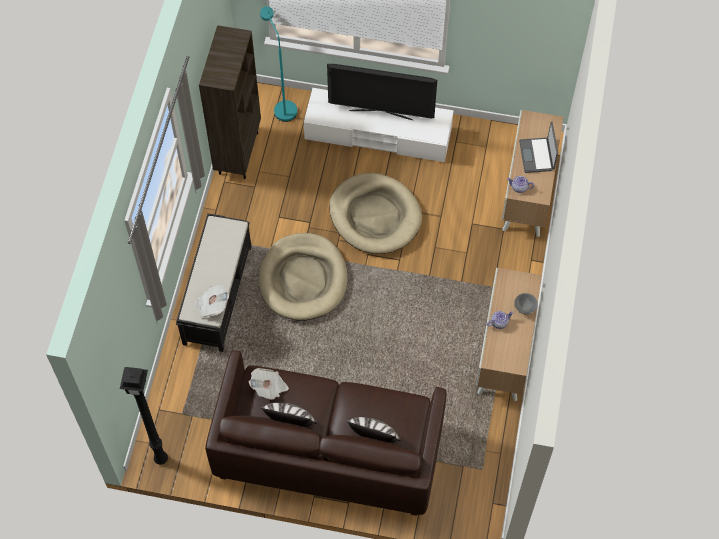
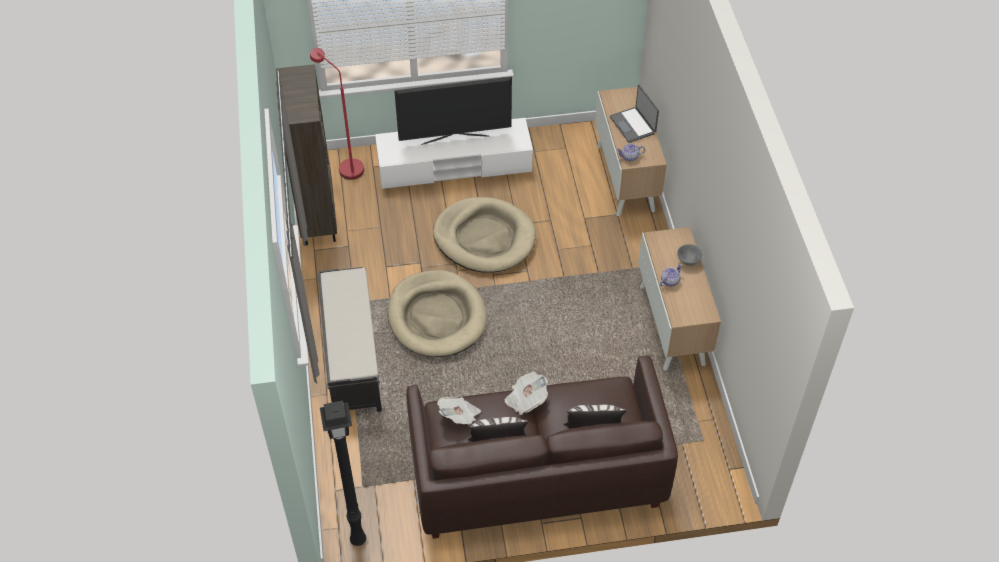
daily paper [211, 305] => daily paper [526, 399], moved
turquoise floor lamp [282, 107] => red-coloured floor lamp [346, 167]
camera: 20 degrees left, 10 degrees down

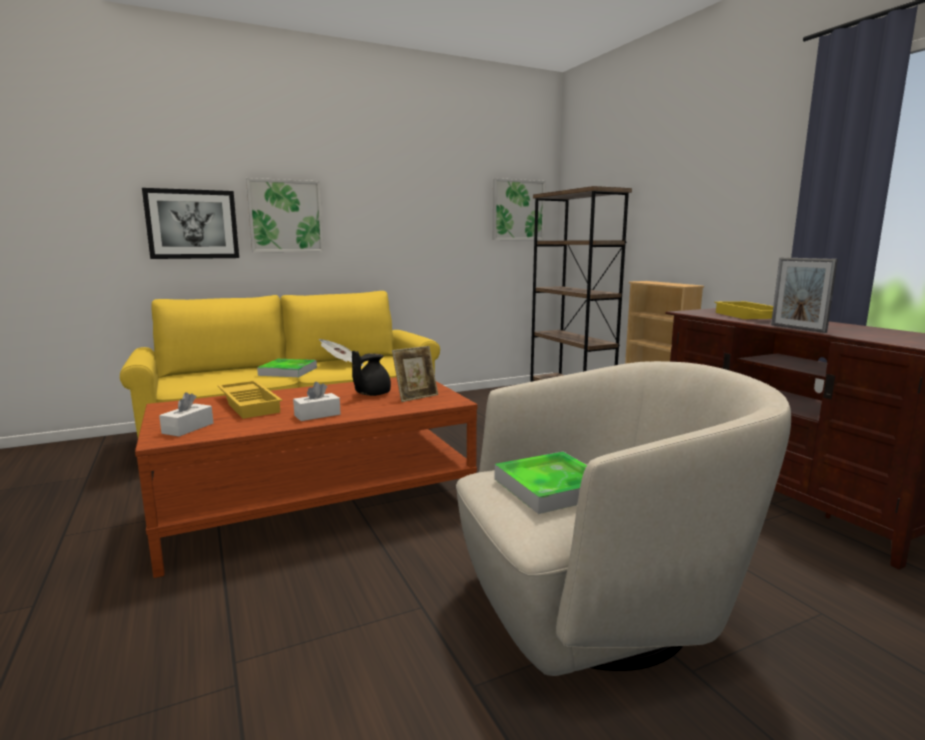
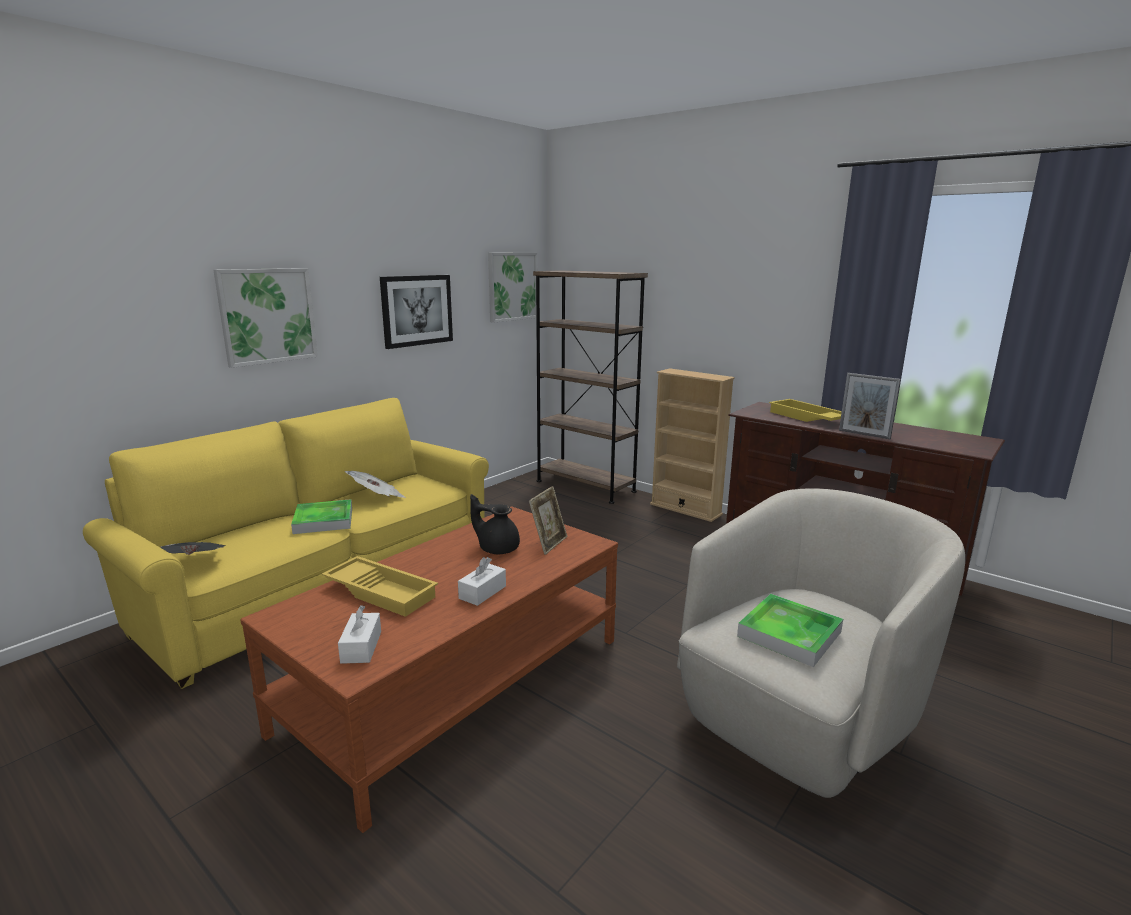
picture [192, 224] => picture [417, 310], moved
black pot for tea [371, 394] => black pot for tea [497, 548], 105 degrees clockwise
nothing => daily paper [193, 564]
camera: 25 degrees left, 5 degrees up

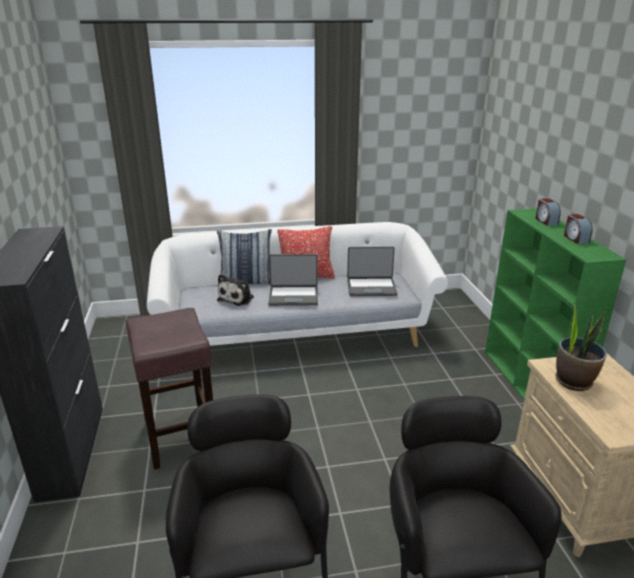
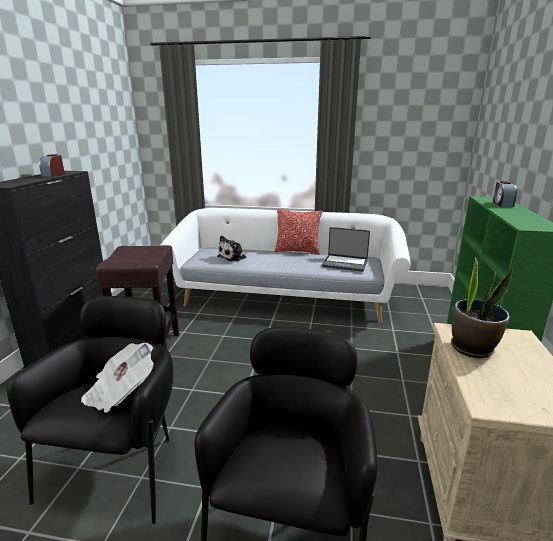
throw pillow [246, 281] => nothing
laptop [293, 296] => nothing
table clock [575, 239] => table clock [53, 175], moved
nothing => daily paper [120, 392]
camera: 20 degrees right, 5 degrees down

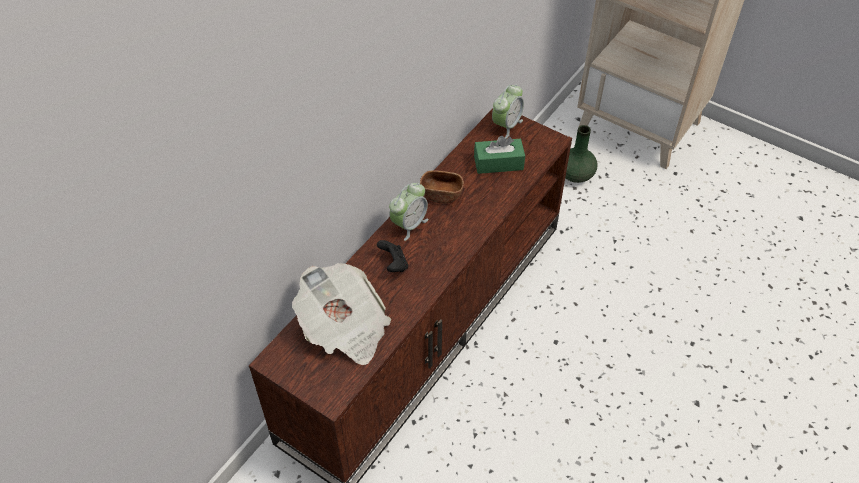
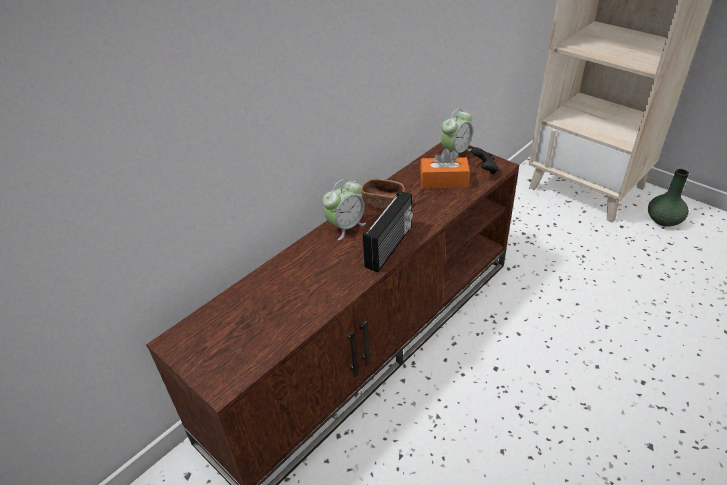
daily paper [344, 328] => nothing
black joypad [394, 264] => black joypad [485, 170], moved
greenish tissue holder [498, 163] => orange-coloured tissue holder [443, 181]
greenish flower vase [576, 174] => greenish flower vase [664, 220], moved
nothing => radio receiver [390, 247]
camera: 10 degrees right, 10 degrees down

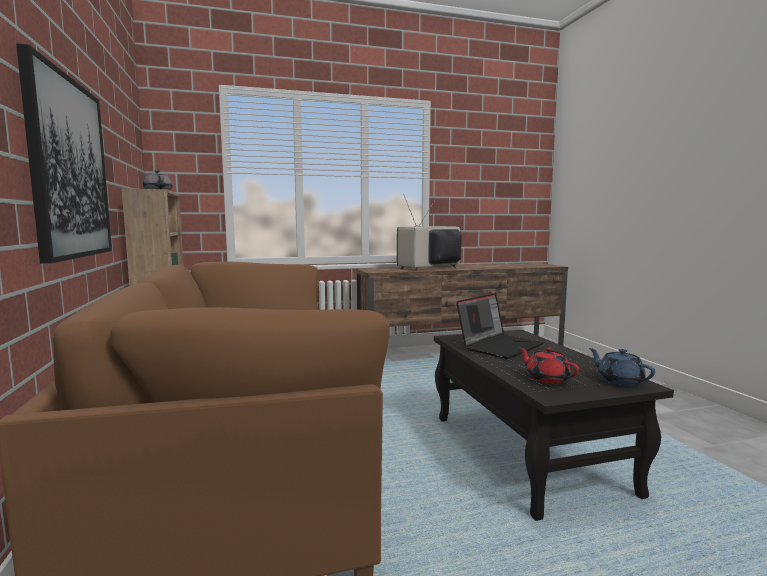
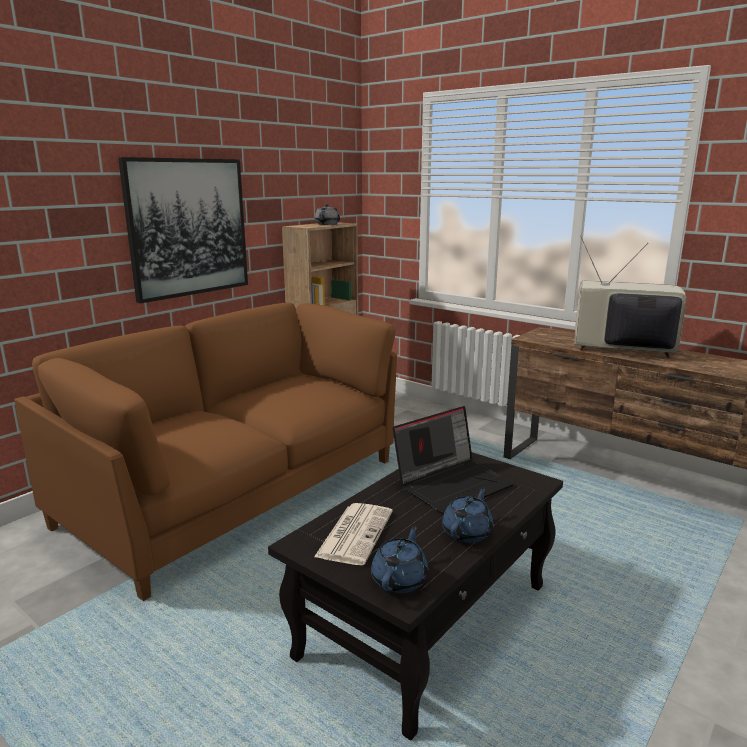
laptop [499, 346] => laptop [453, 484], 45 degrees counterclockwise
red-coloured pot for tea [546, 379] => daily paper [355, 533]
nothing => bluish pot for tea [467, 532]
camera: 55 degrees right, 10 degrees up

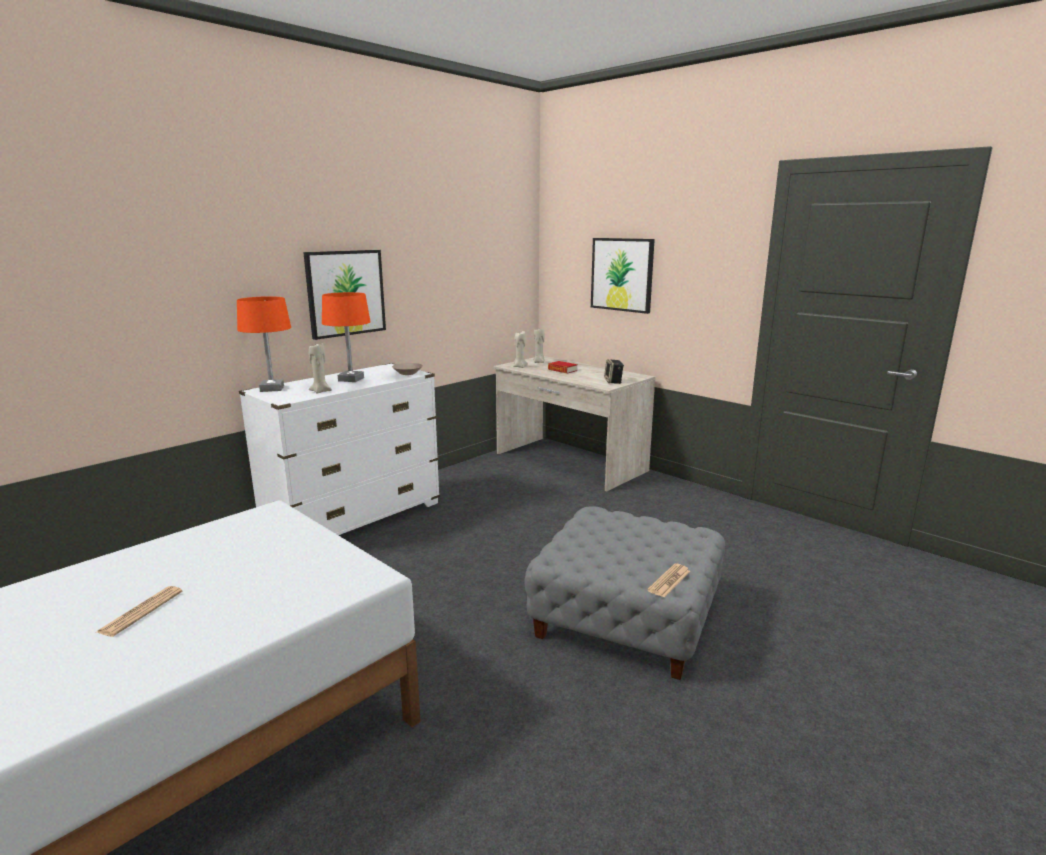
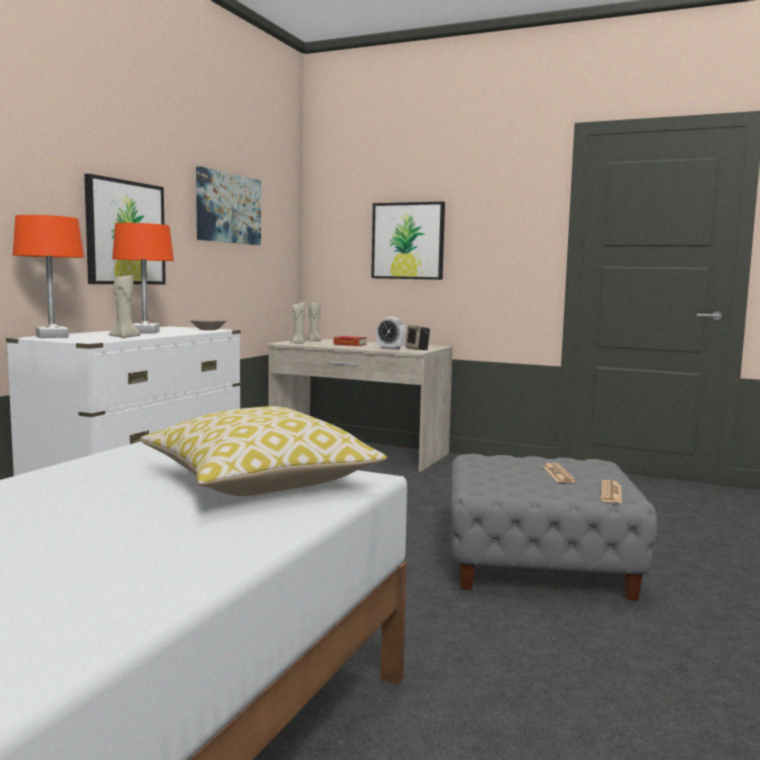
daily paper [141, 611] => daily paper [558, 474], moved
nothing => throw pillow [258, 482]
nothing => picture [228, 208]
nothing => table clock [390, 349]
camera: 20 degrees left, 10 degrees down

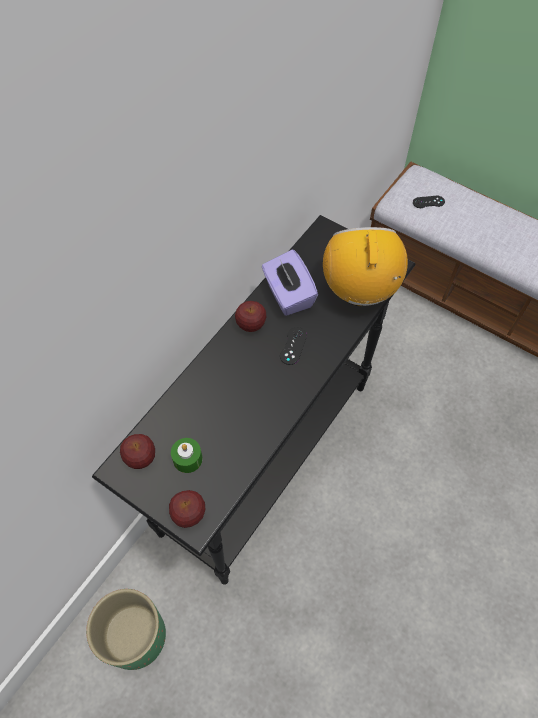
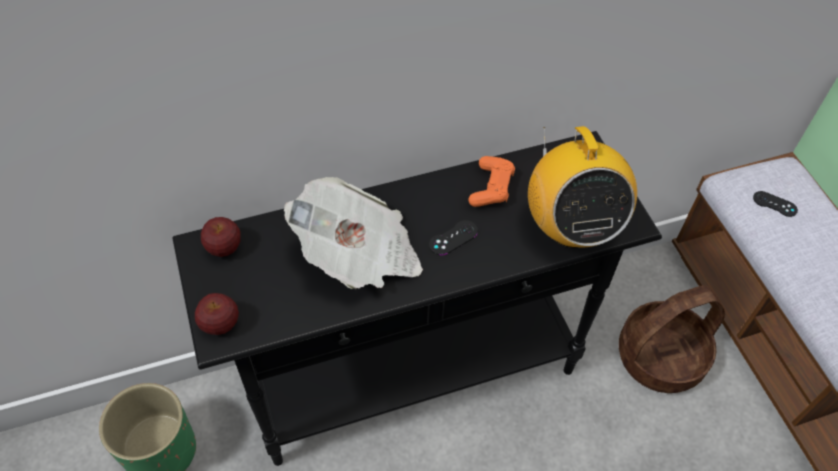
greenish wax light [187, 459] => nothing
whole apple [251, 324] => nothing
purple-coloured tissue holder [288, 295] => orange-coloured joypad [491, 187]
radio receiver [359, 291] => radio receiver [571, 227], 135 degrees clockwise
nothing => daily paper [359, 255]
nothing => household basket [660, 356]
camera: 35 degrees right, 5 degrees down

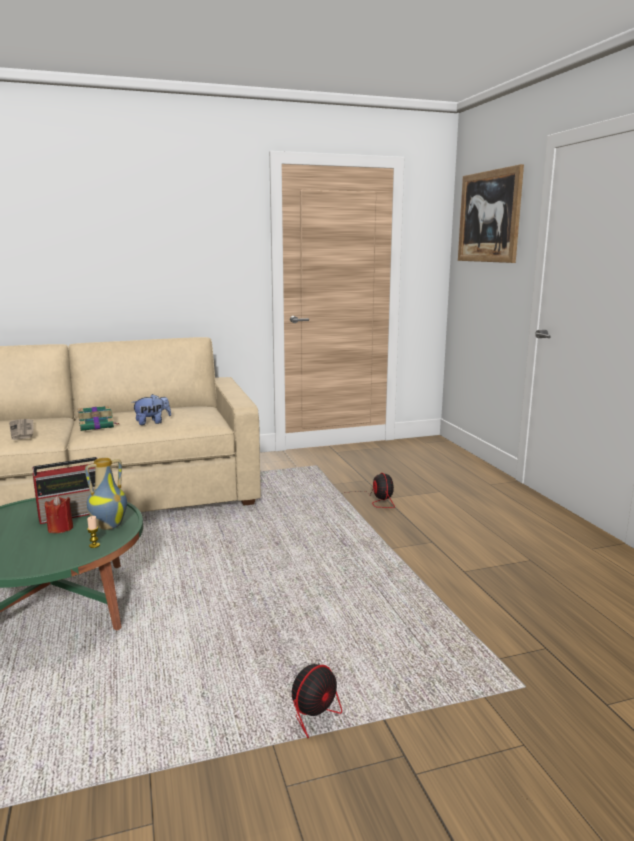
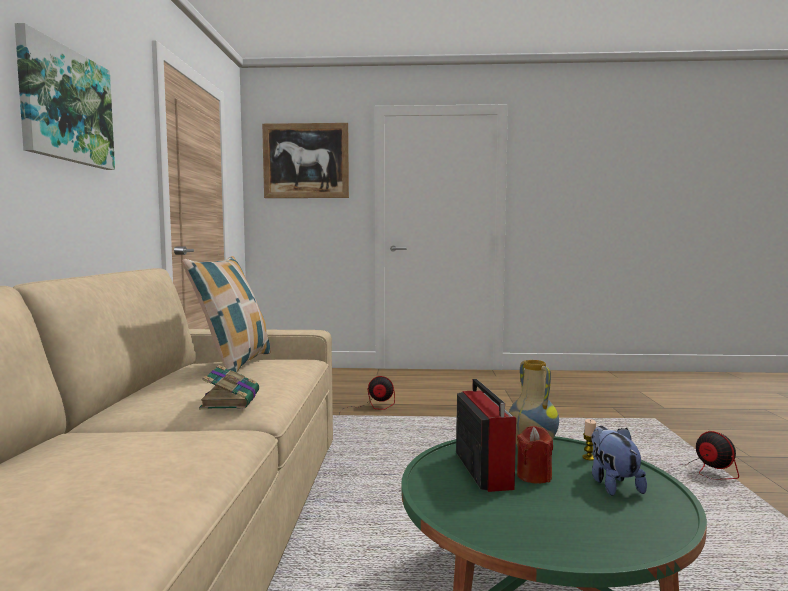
daily paper [23, 430] => nothing
plush toy [152, 422] => plush toy [612, 484], moved
nothing => picture [65, 106]
nothing => throw pillow [234, 365]
camera: 70 degrees left, 10 degrees down

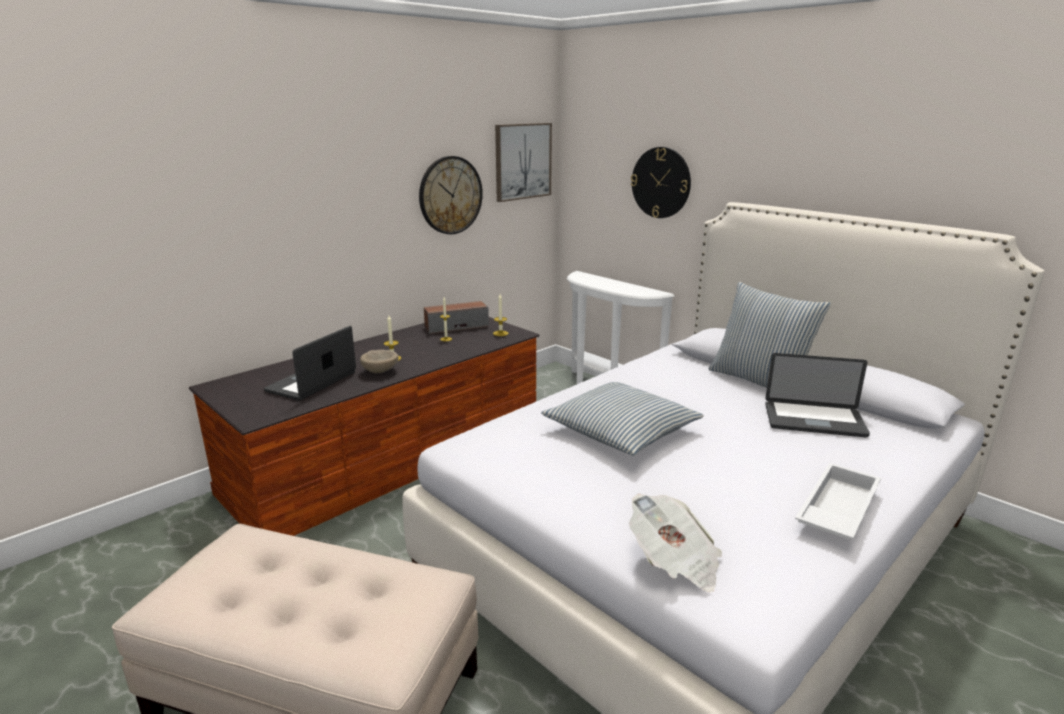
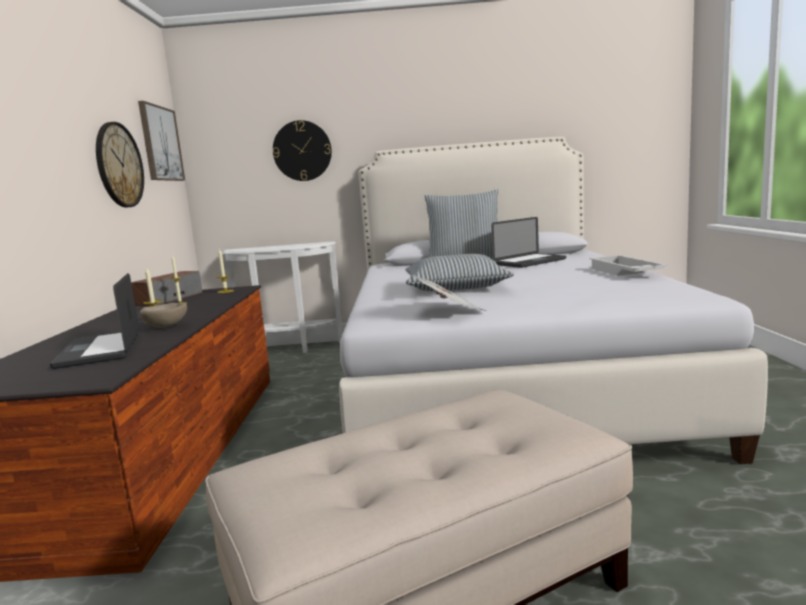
daily paper [674, 562] => daily paper [448, 312], moved
camera: 45 degrees left, 10 degrees down

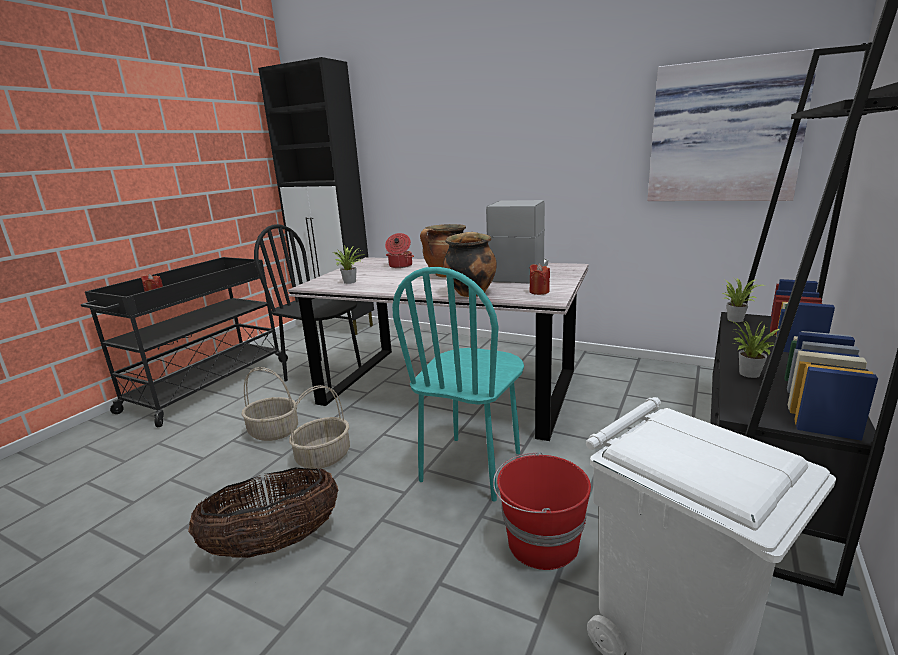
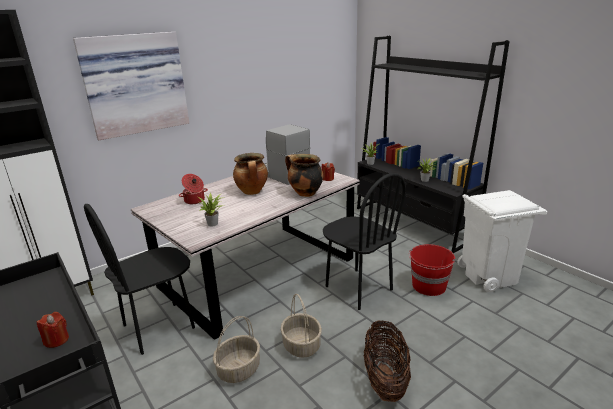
turquoise upright chair [472, 467] => black upright chair [358, 288]
picture [724, 132] => picture [135, 84], moved
camera: 65 degrees left, 5 degrees up

